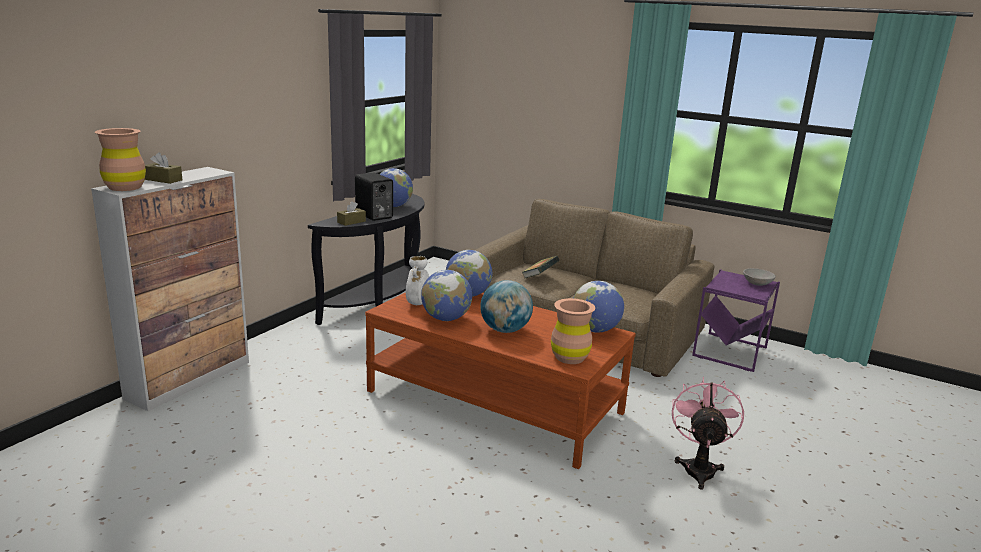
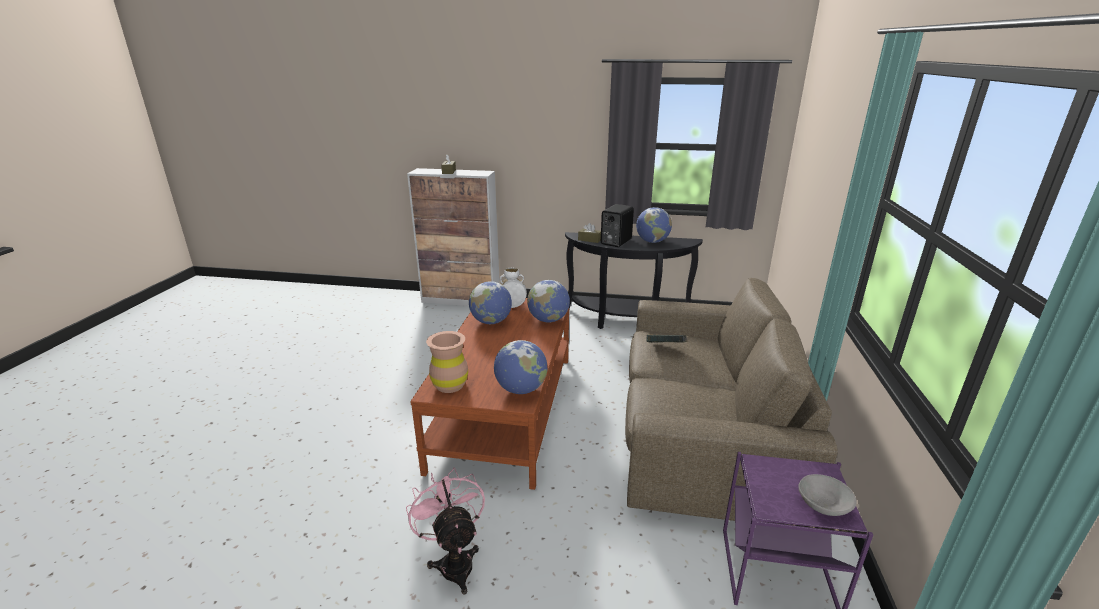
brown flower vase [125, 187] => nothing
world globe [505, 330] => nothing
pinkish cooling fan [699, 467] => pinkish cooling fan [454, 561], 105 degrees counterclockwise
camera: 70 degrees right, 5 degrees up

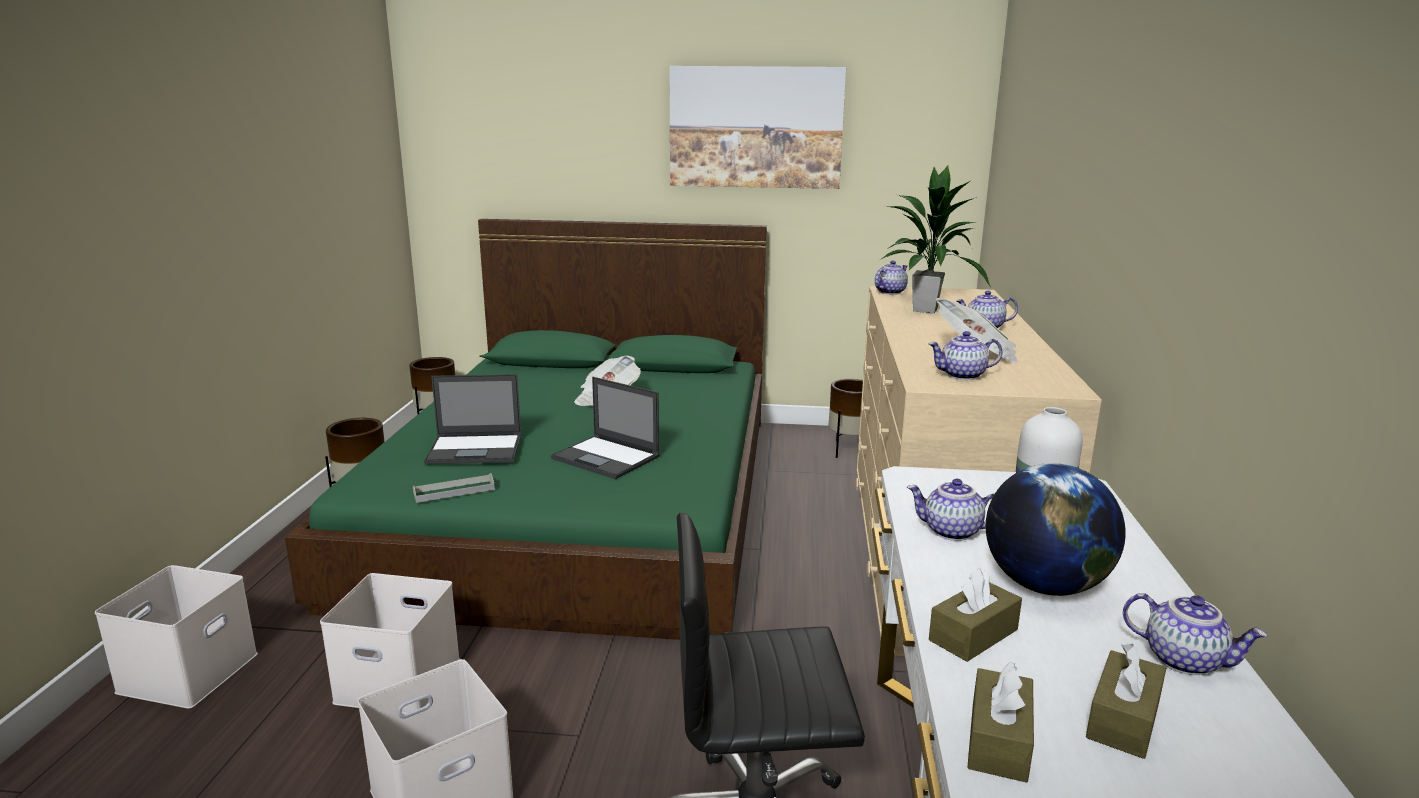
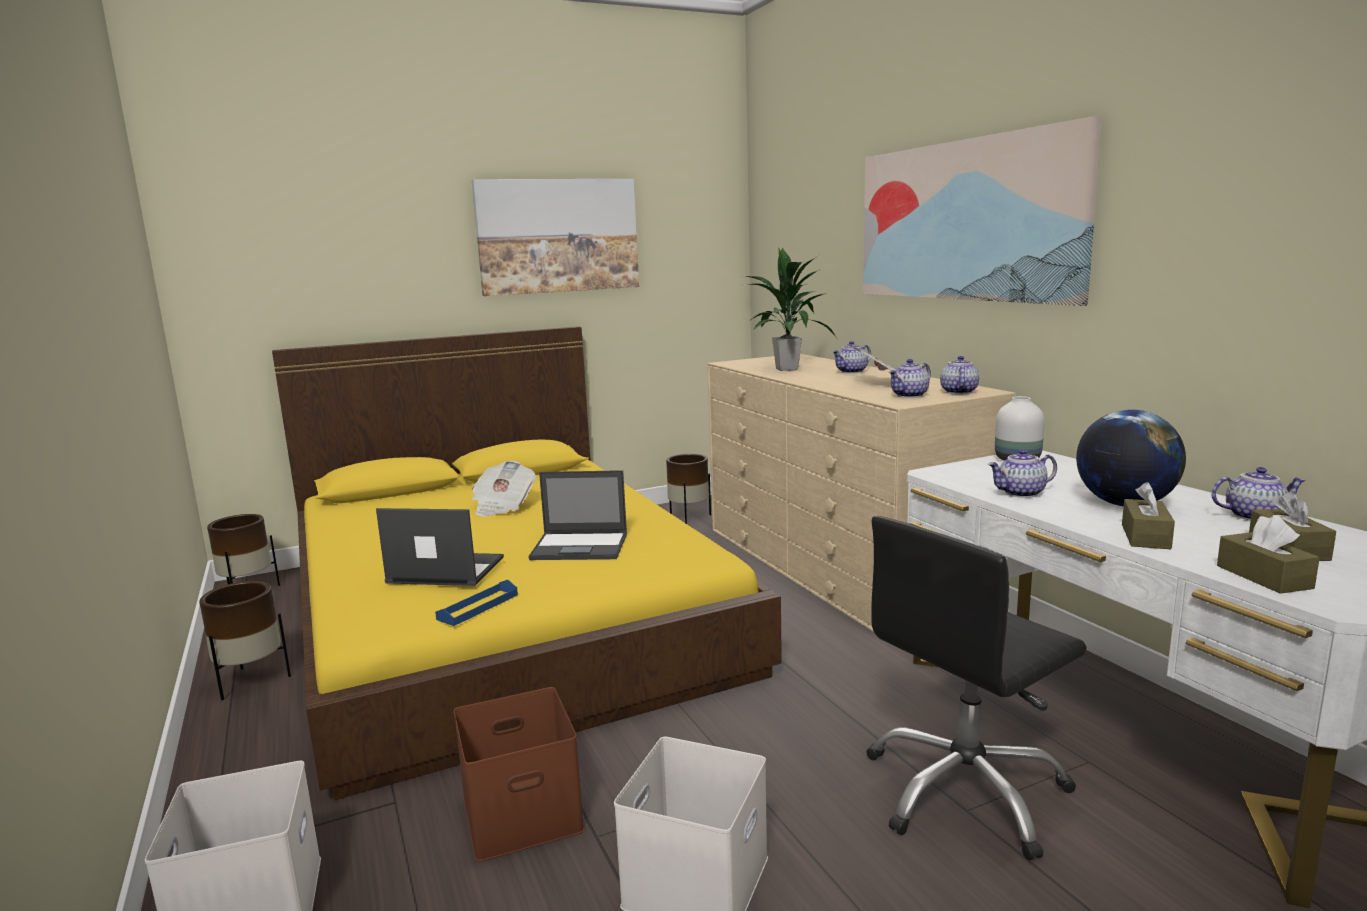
greenish bed [583, 498] => yellowish bed [503, 612]
whitish storage box [395, 681] => brown storage box [520, 816]
greyish carrying tray [454, 491] => bluish carrying tray [478, 607]
laptop [476, 449] => laptop [444, 570], 135 degrees counterclockwise
pot for tea [889, 292] => pot for tea [957, 392], moved
nothing => picture [964, 221]
camera: 30 degrees left, 5 degrees down

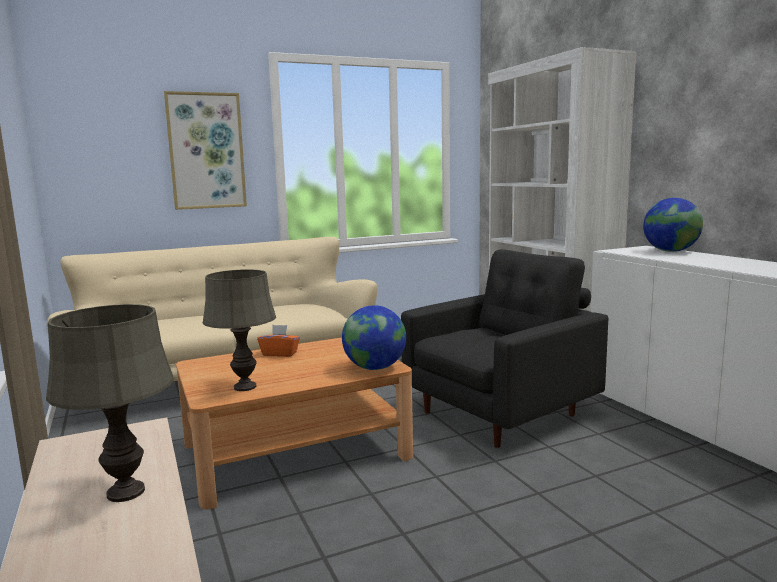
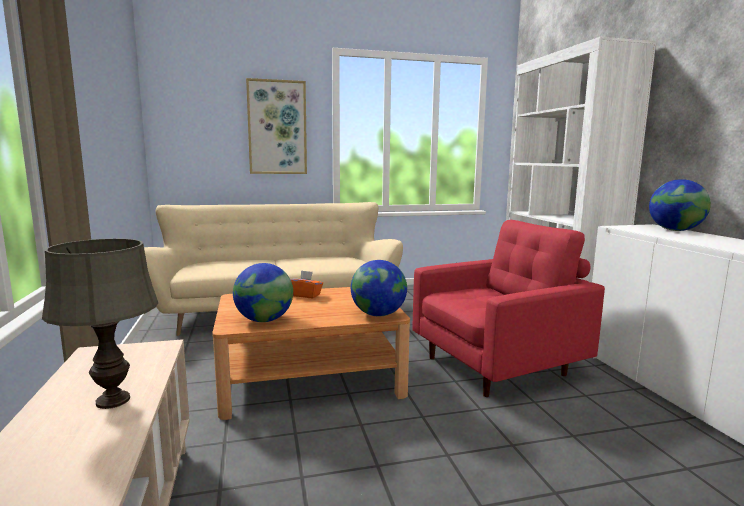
greyish lamp for a table [245, 387] => world globe [264, 320]
black easy chair [502, 413] => red-coloured easy chair [499, 366]
camera: 10 degrees right, 0 degrees up

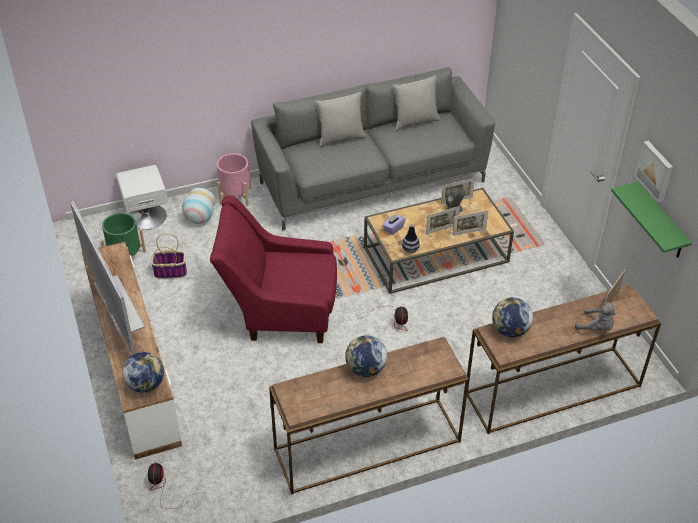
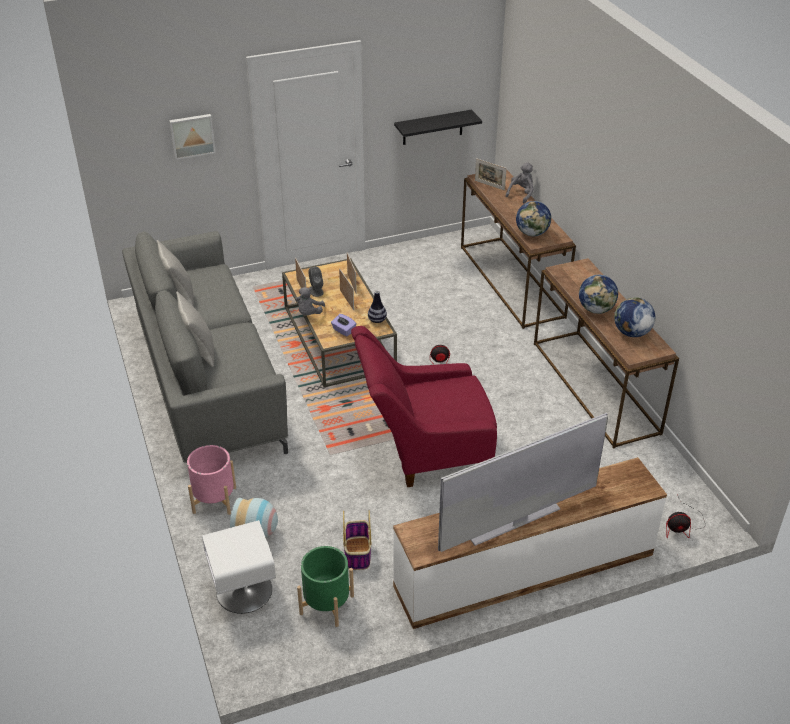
world globe [146, 384] => world globe [631, 333], moved
red-coloured easy chair [280, 311] => red-coloured easy chair [424, 450], 75 degrees clockwise
greenish bracket shelf [661, 222] => black bracket shelf [432, 127]
picture [655, 170] => picture [192, 135], moved
nothing => greyish plush toy [309, 313]
camera: 90 degrees left, 5 degrees down

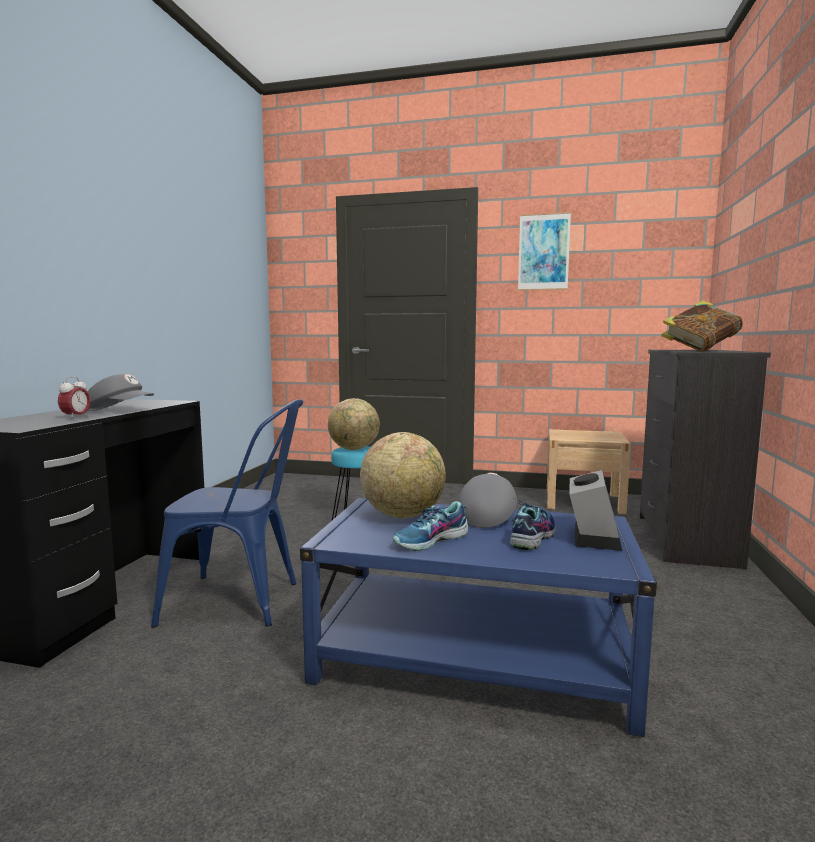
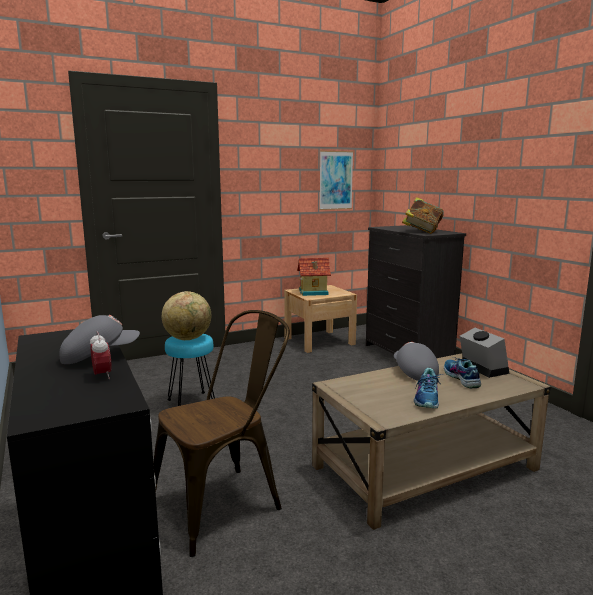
bluish upright chair [242, 601] => brown upright chair [226, 502]
bluish lounge table [472, 658] => beige-coloured lounge table [424, 469]
world globe [403, 515] => nothing
picture [543, 252] => picture [336, 180], moved
nothing => model house [313, 292]
camera: 40 degrees left, 5 degrees up

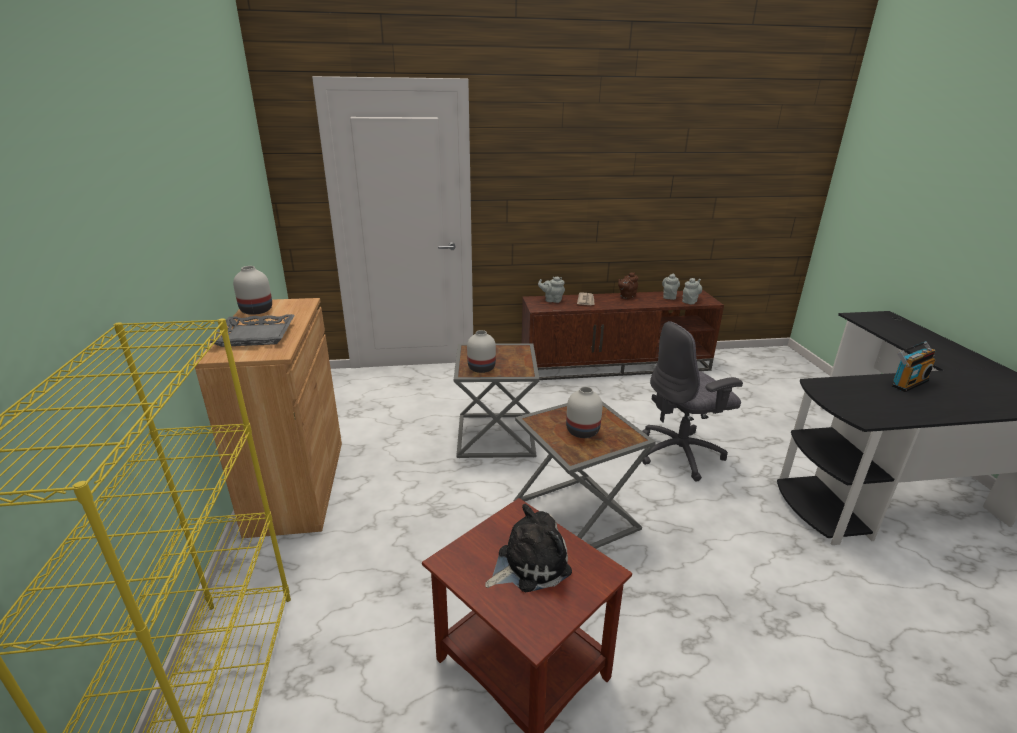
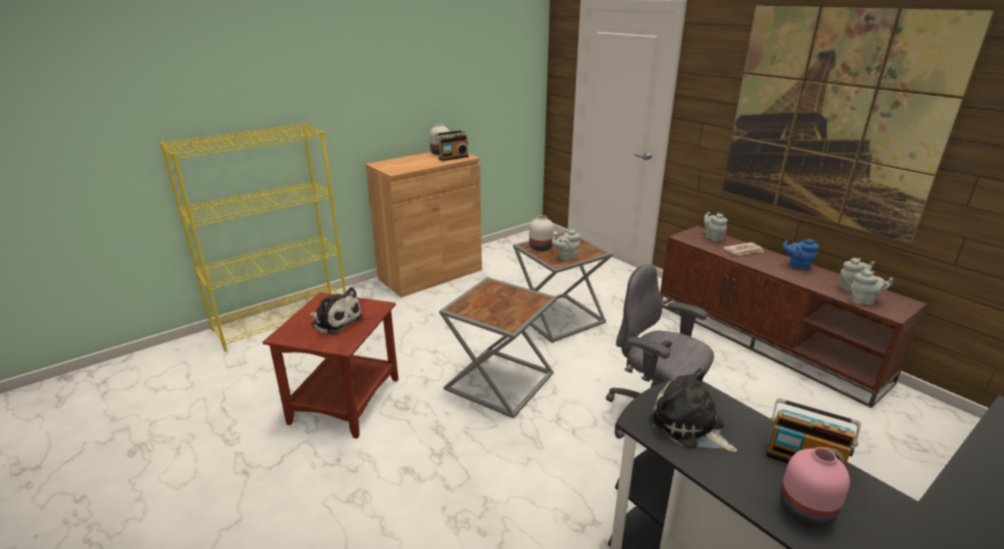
greyish carrying tray [255, 335] => nothing
whitish flower vase [582, 432] => nothing
brown pot for tea [626, 297] => bluish pot for tea [797, 266]
nothing => radio receiver [452, 157]
nothing => greyish pot for tea [566, 257]
nothing => plush toy [689, 426]
nothing => picture [830, 119]
nothing => pinkish flower vase [807, 510]
camera: 60 degrees right, 0 degrees up

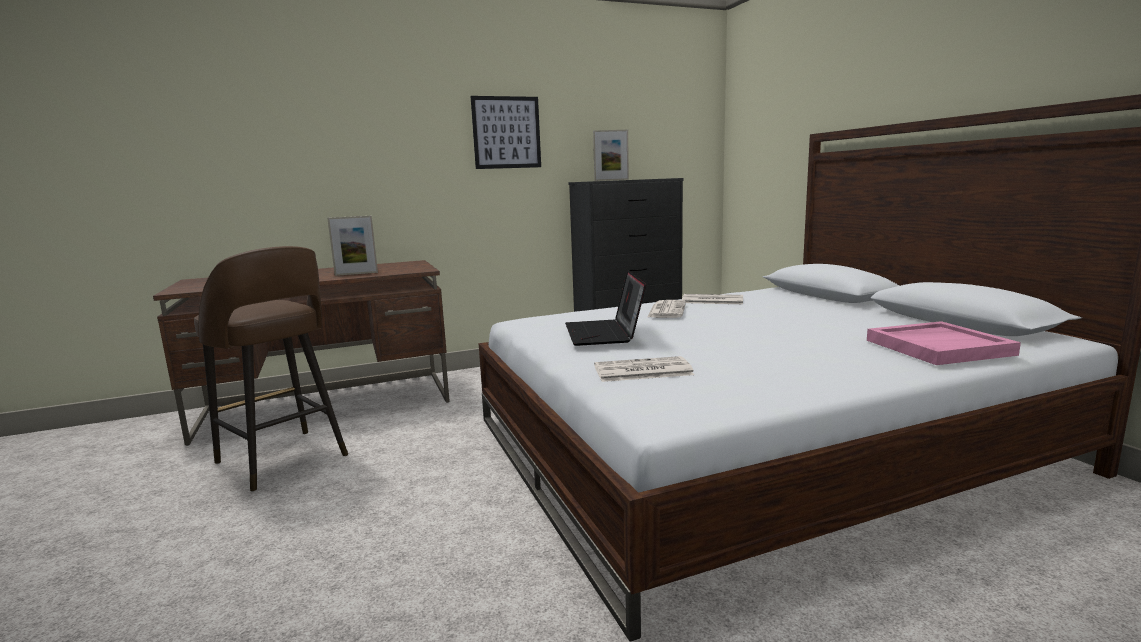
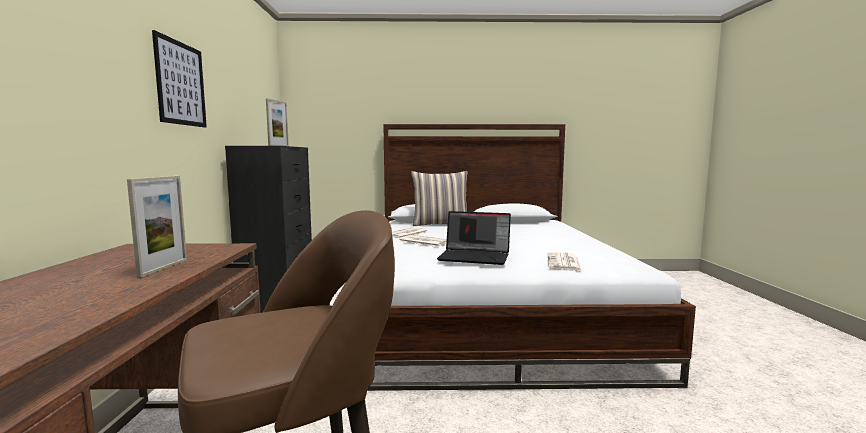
pinkish carrying tray [938, 347] => nothing
nothing => throw pillow [440, 224]
camera: 70 degrees left, 5 degrees down

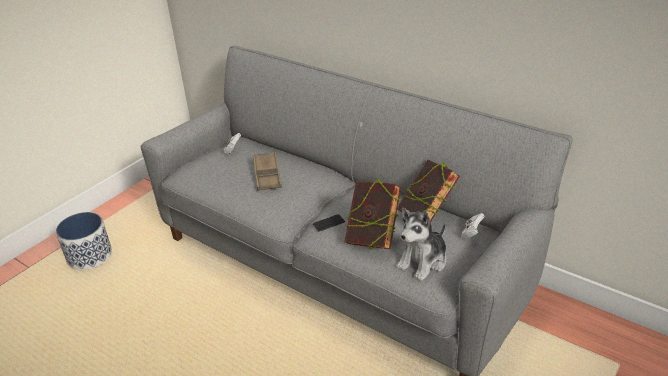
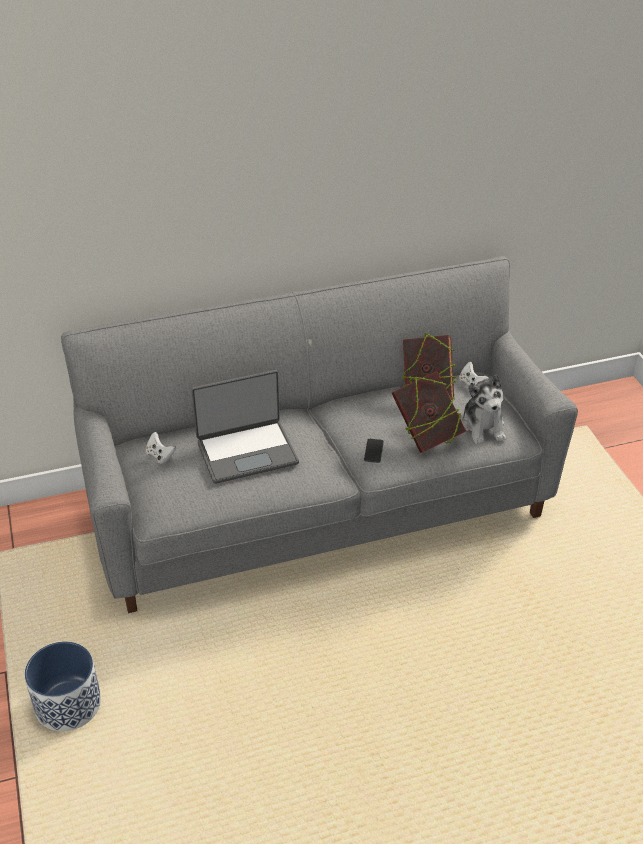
brown carrying tray [267, 174] => laptop [247, 451]
camera: 55 degrees left, 5 degrees up

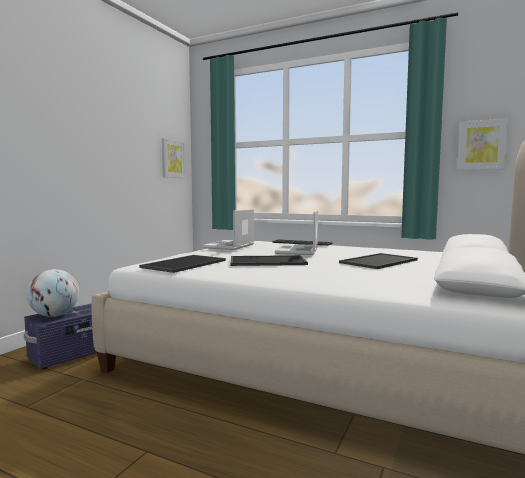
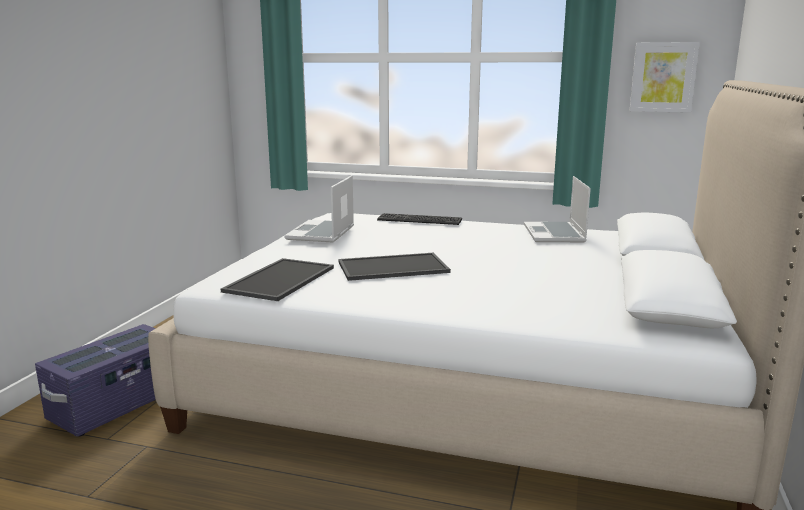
world globe [55, 315] => nothing
picture [172, 159] => nothing
laptop [298, 251] => laptop [555, 234], moved
carrying tray [379, 261] => nothing
camera: 10 degrees left, 10 degrees up

